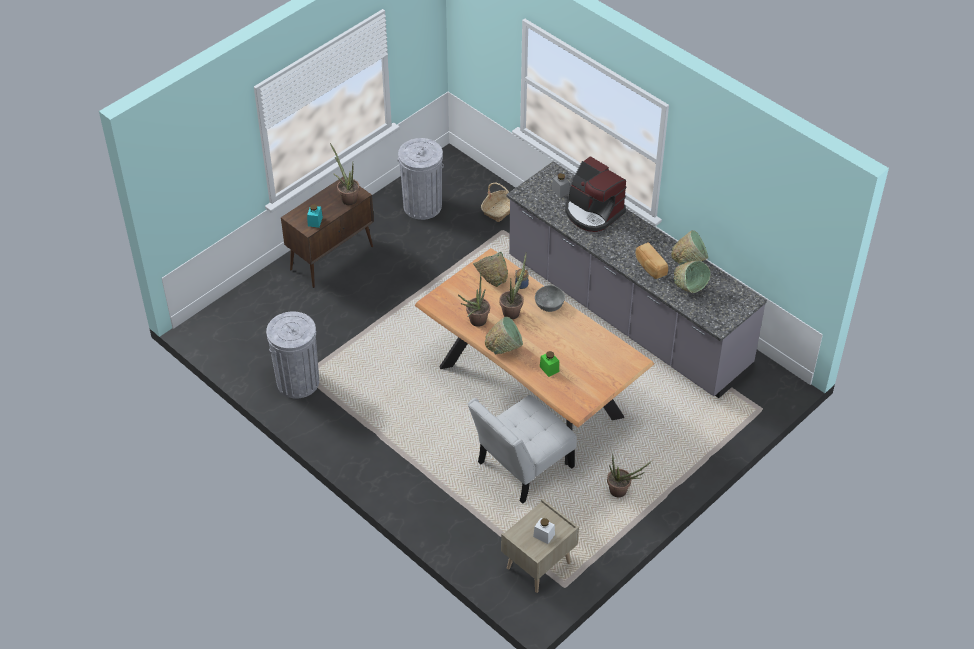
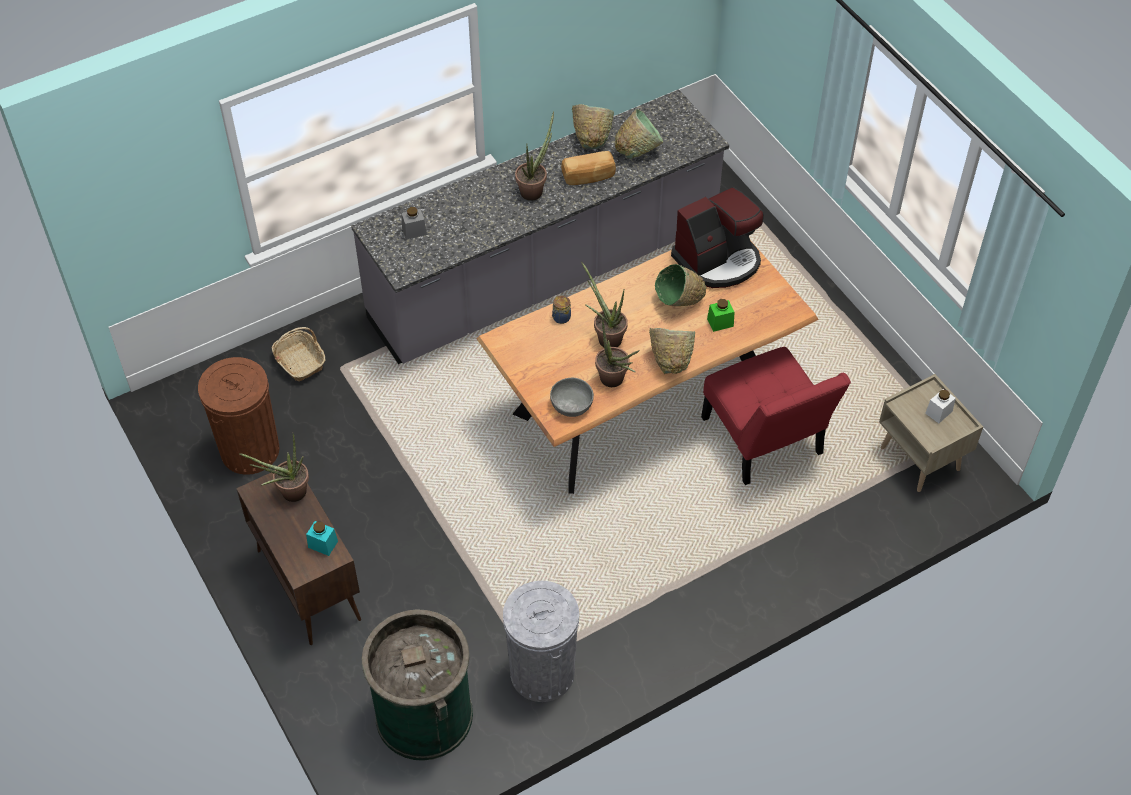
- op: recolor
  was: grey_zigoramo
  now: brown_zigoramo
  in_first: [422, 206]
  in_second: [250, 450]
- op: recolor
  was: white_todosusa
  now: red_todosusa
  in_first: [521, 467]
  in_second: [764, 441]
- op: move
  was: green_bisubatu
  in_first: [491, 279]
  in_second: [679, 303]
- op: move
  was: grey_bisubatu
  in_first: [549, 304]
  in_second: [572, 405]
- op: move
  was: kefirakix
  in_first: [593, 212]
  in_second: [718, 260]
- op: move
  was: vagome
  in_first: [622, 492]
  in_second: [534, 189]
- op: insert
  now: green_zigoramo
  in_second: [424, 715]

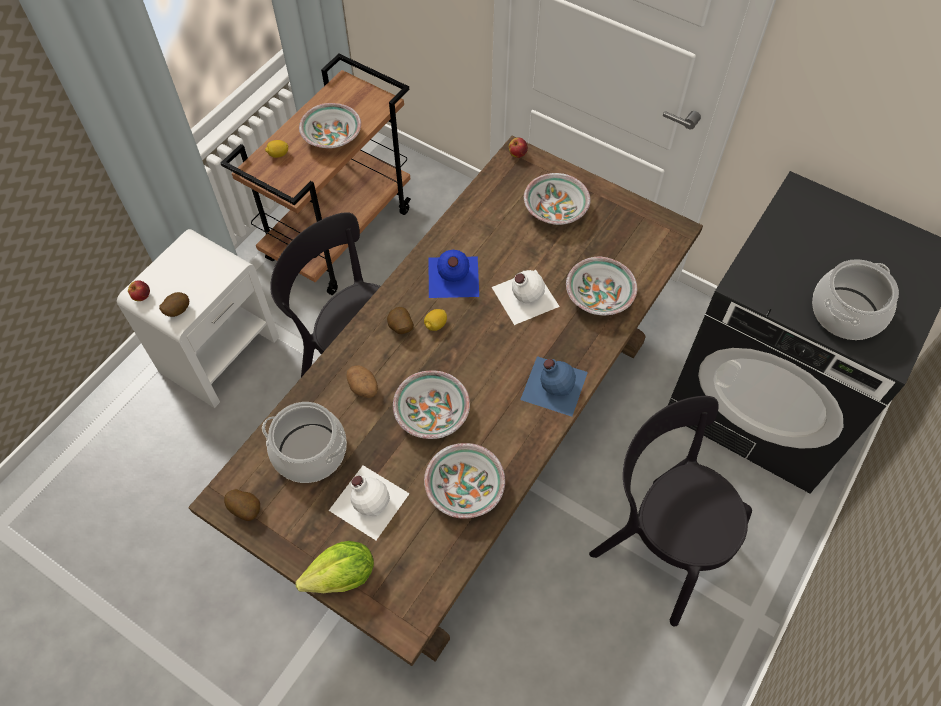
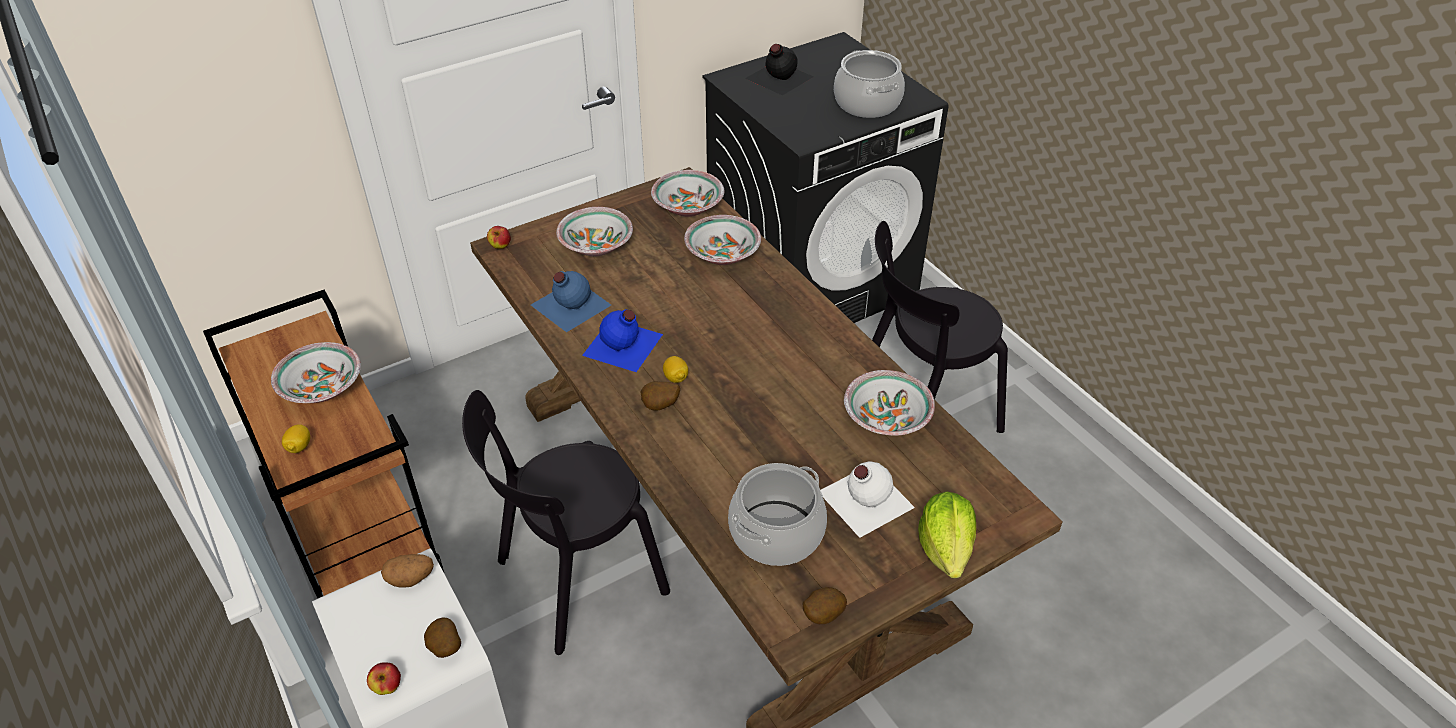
- op: move
  was: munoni
  in_first: [364, 388]
  in_second: [411, 578]
- op: move
  was: bisubatu
  in_first: [431, 413]
  in_second: [687, 207]
- op: delete
  was: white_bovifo
  in_first: [524, 296]
- op: move
  was: blue_bovifo
  in_first: [553, 384]
  in_second: [569, 304]
- op: insert
  now: black_bovifo
  in_second: [778, 77]

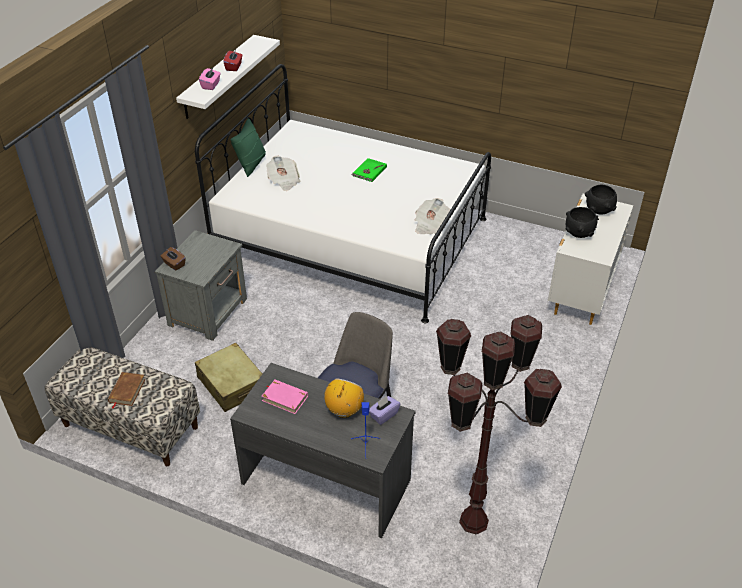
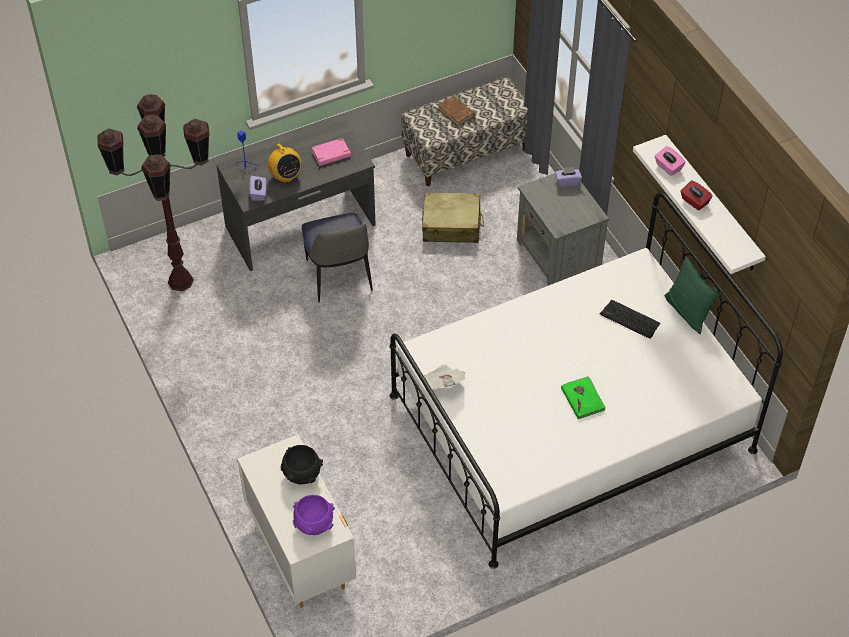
- op: recolor
  was: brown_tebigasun
  now: purple_tebigasun
  in_first: [174, 264]
  in_second: [567, 182]
- op: replace
  was: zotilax
  now: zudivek
  in_first: [284, 181]
  in_second: [630, 319]
- op: recolor
  was: black_bisubatu
  now: purple_bisubatu
  in_first: [598, 210]
  in_second: [314, 524]

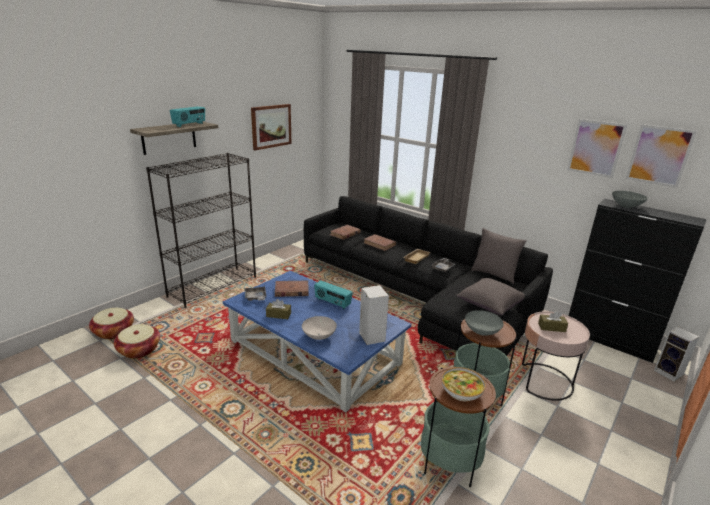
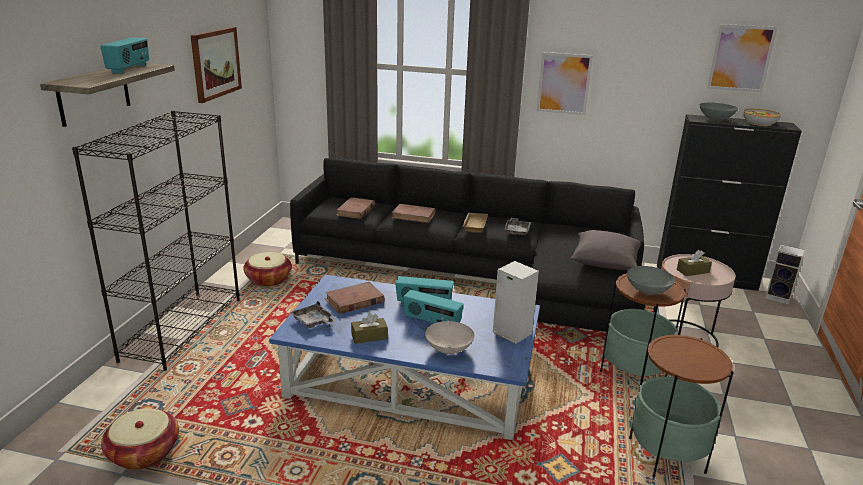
- op: move
  was: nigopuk
  in_first: [114, 332]
  in_second: [268, 280]
- op: move
  was: bisubatu
  in_first: [461, 391]
  in_second: [759, 123]
- op: delete
  was: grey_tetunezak
  in_first: [494, 274]
- op: move
  was: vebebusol
  in_first: [595, 148]
  in_second: [564, 83]
- op: insert
  now: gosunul
  in_second: [432, 322]

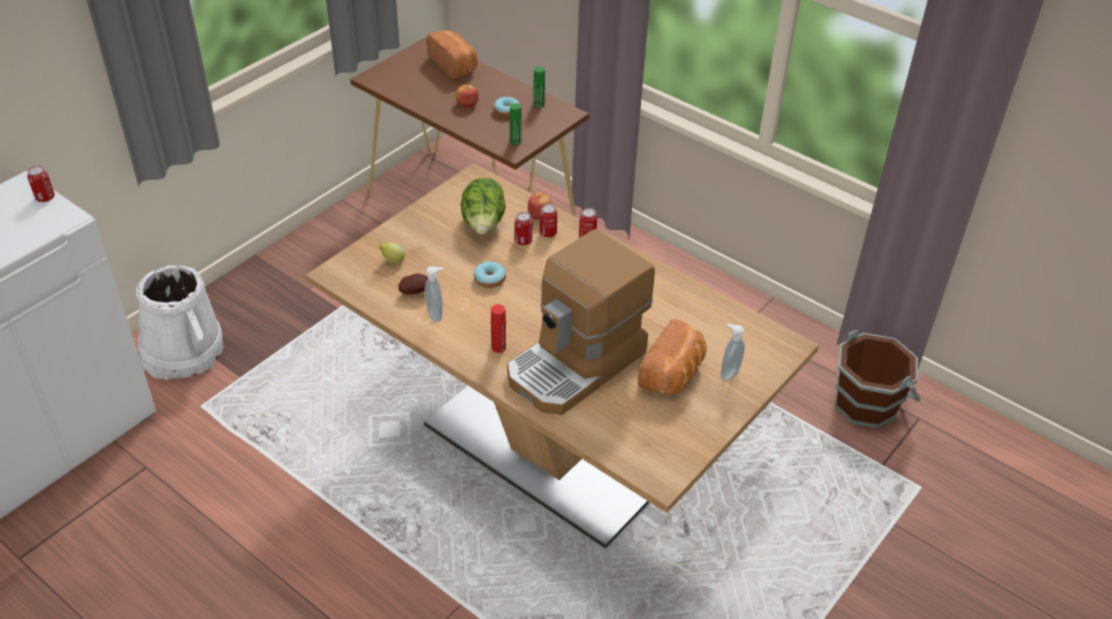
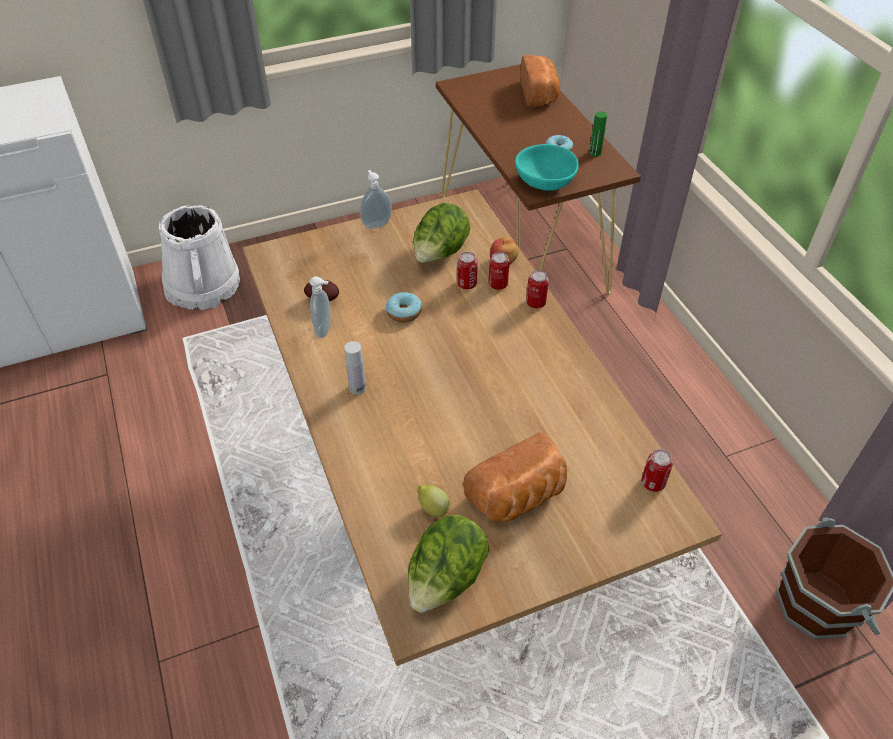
- op: move
  was: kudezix
  in_first: [45, 197]
  in_second: [653, 483]
- op: move
  was: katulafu
  in_first: [393, 261]
  in_second: [433, 508]
- op: delete
  was: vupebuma
  in_first: [467, 104]
- op: recolor
  was: red_bovifo
  now: white_bovifo
  in_first: [498, 347]
  in_second: [357, 388]
- op: delete
  was: kefirakix
  in_first: [577, 365]
- op: replace
  was: green_bovifo
  now: turquoise_bisubatu
  in_first: [515, 141]
  in_second: [545, 182]
- op: move
  was: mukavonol
  in_first: [728, 373]
  in_second: [376, 224]
- op: insert
  now: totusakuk
  in_second: [446, 579]

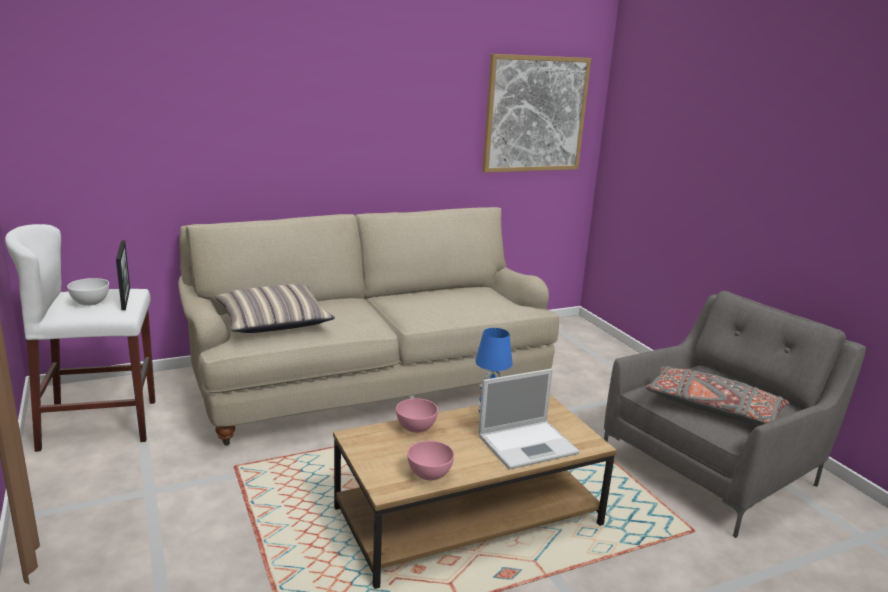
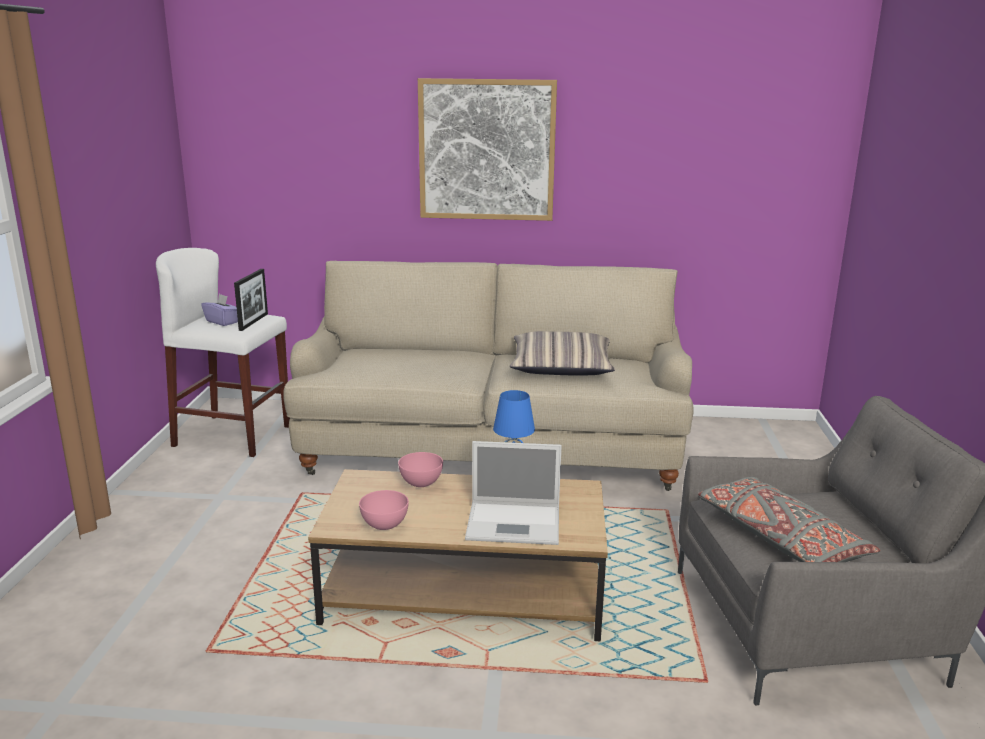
- op: replace
  was: white_bisubatu
  now: purple_tebigasun
  in_first: [90, 303]
  in_second: [222, 322]
- op: move
  was: tetunezak
  in_first: [274, 321]
  in_second: [561, 367]
- op: move
  was: vebebusol
  in_first: [535, 114]
  in_second: [487, 150]

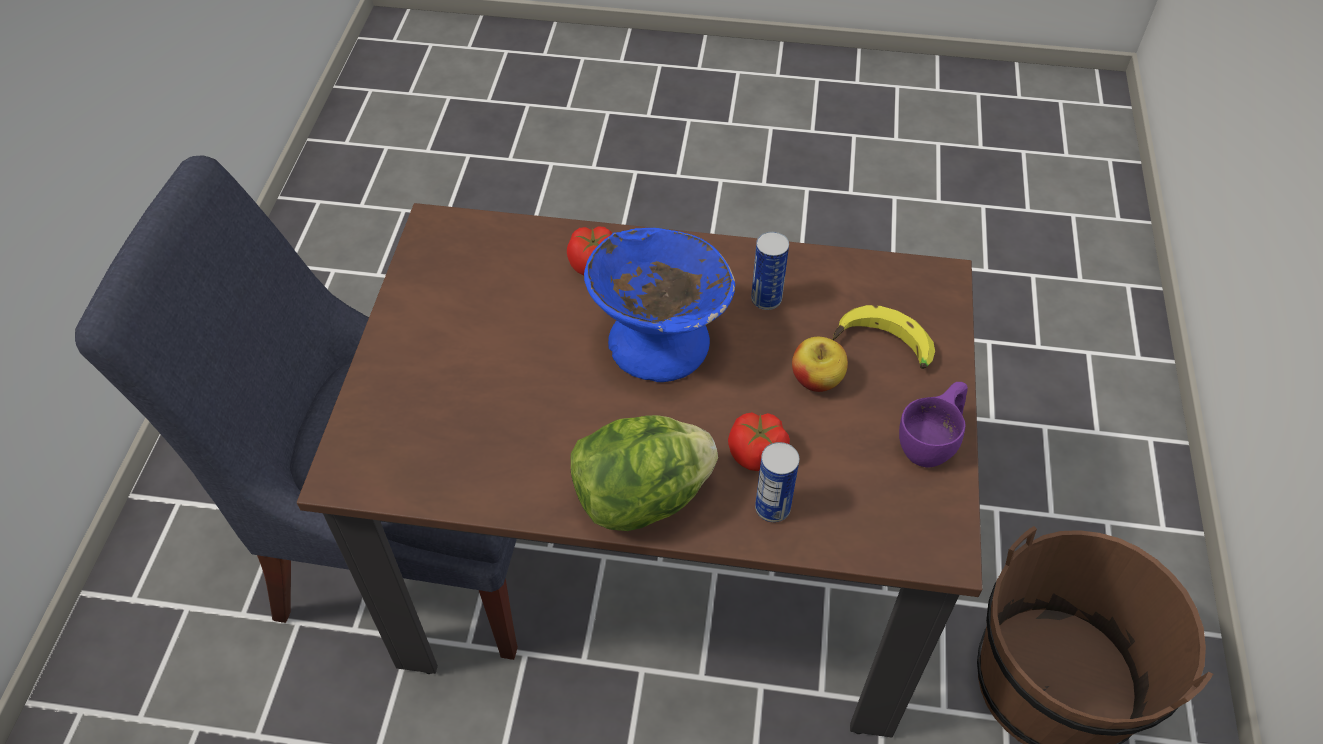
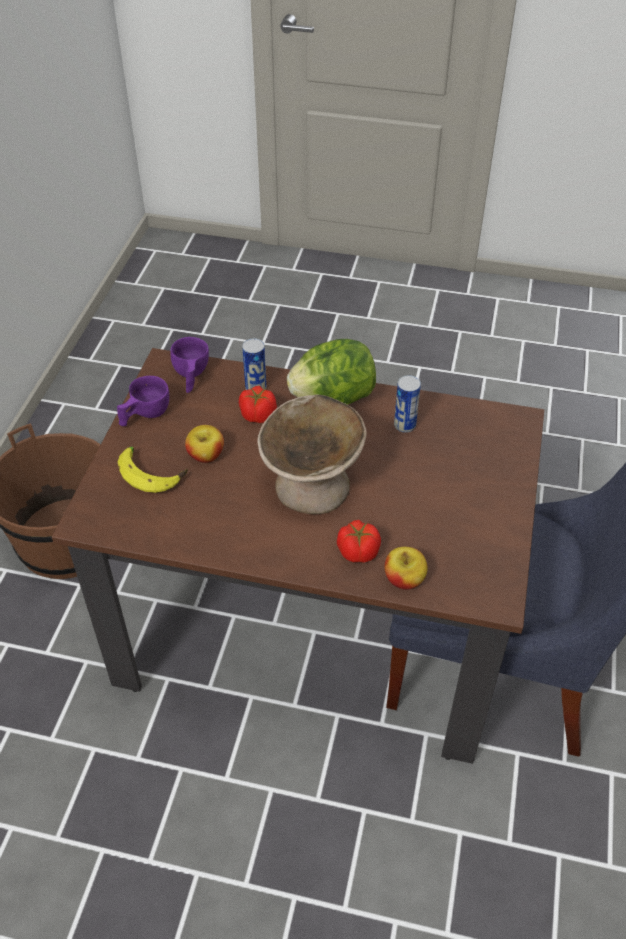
- op: recolor
  was: blue_bisubatu
  now: beige_bisubatu
  in_first: [658, 343]
  in_second: [312, 486]
- op: move
  was: kudezix
  in_first: [766, 299]
  in_second: [404, 425]
- op: insert
  now: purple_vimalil
  in_second: [190, 377]
- op: insert
  now: vupebuma
  in_second: [404, 579]

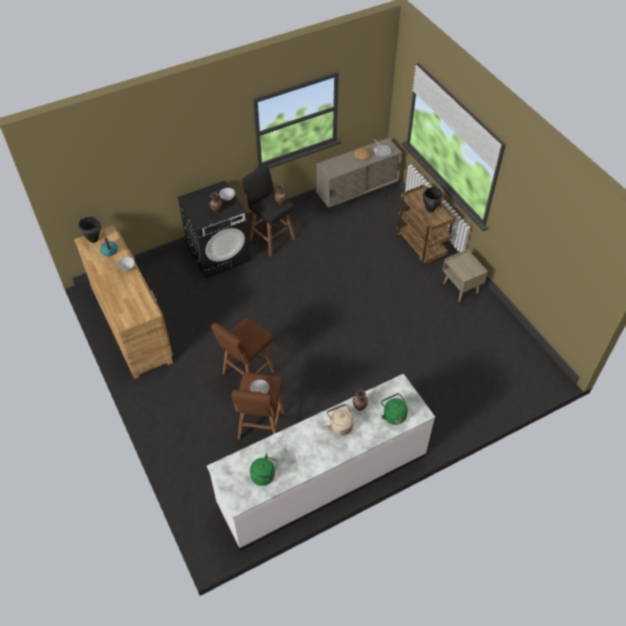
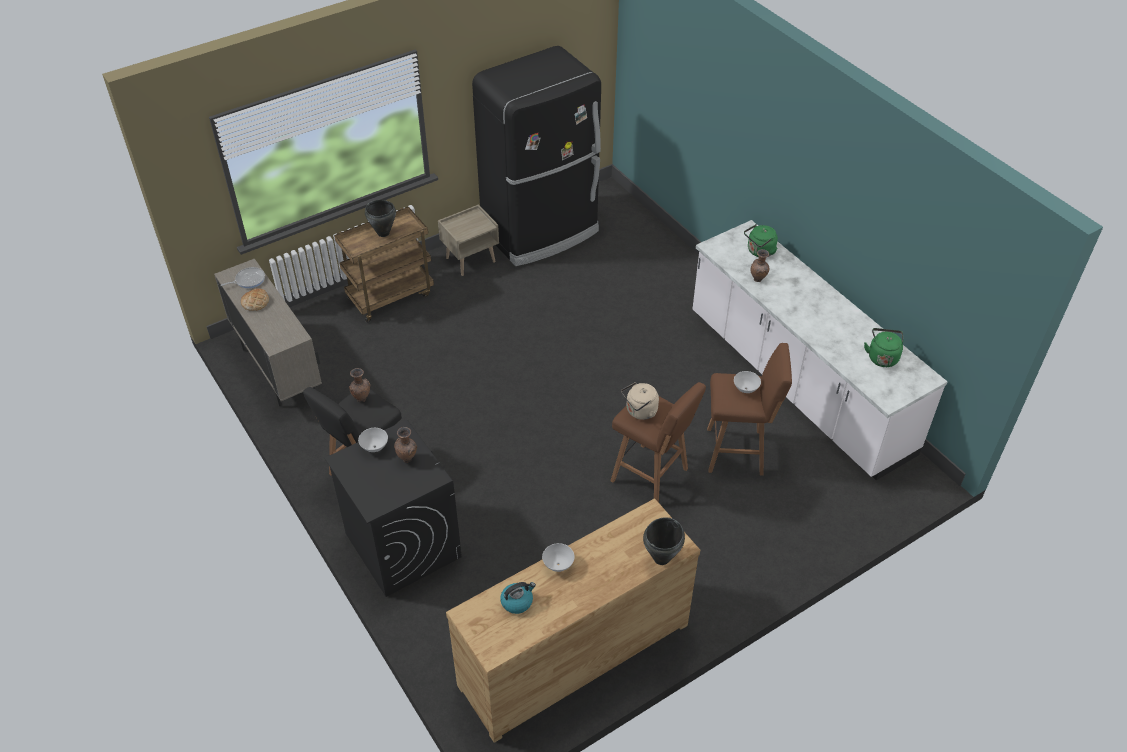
- op: move
  was: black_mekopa
  in_first: [93, 240]
  in_second: [662, 558]
- op: move
  was: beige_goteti
  in_first: [340, 426]
  in_second: [640, 411]
- op: insert
  now: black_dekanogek
  in_second: [541, 232]

